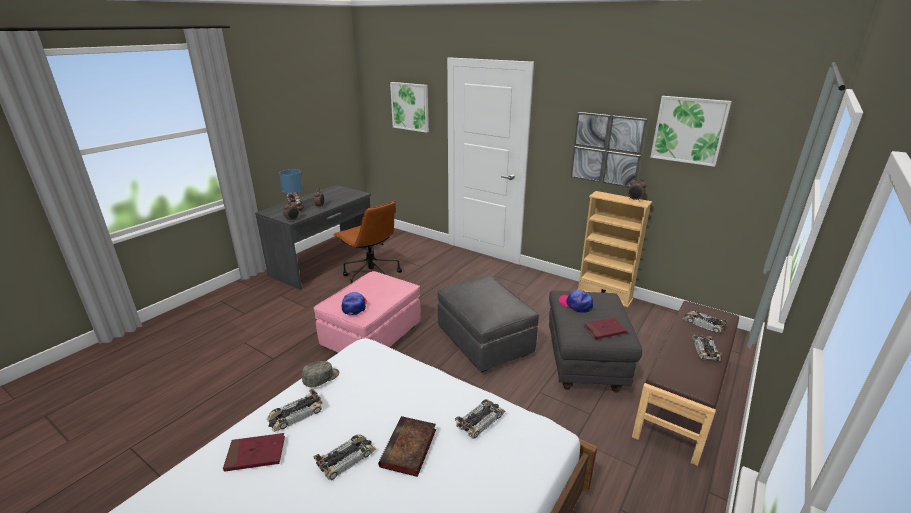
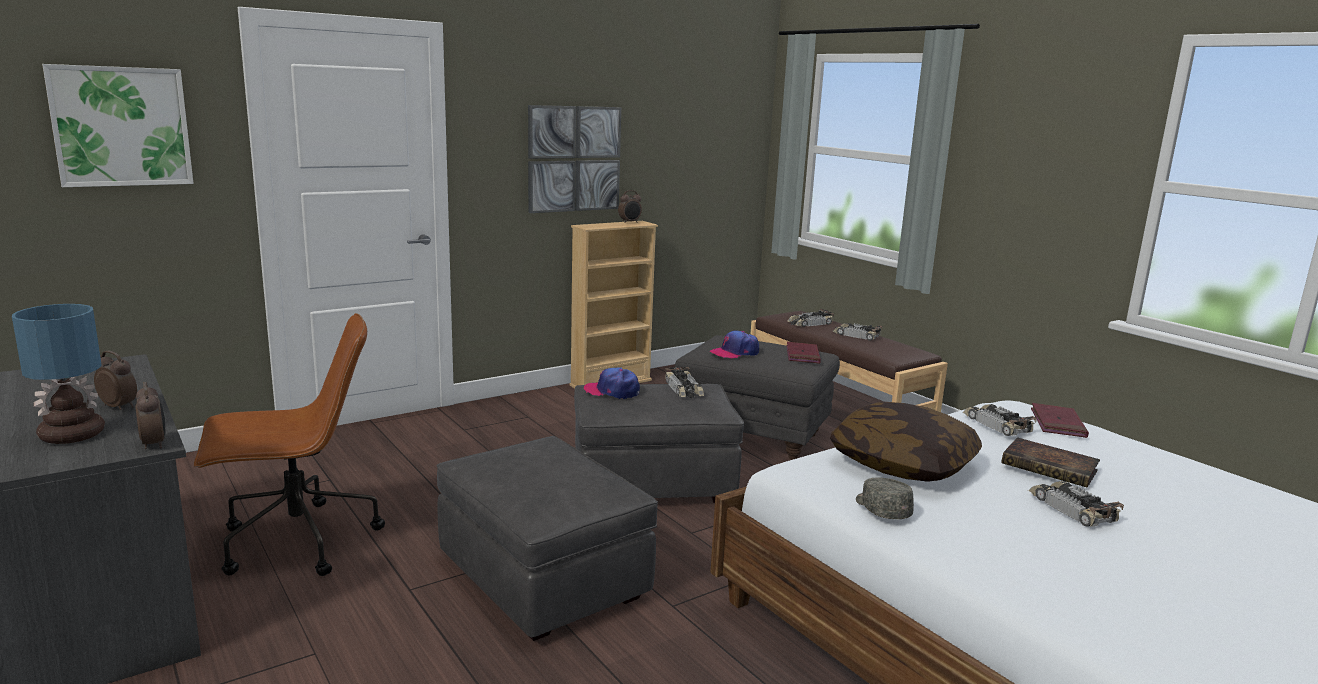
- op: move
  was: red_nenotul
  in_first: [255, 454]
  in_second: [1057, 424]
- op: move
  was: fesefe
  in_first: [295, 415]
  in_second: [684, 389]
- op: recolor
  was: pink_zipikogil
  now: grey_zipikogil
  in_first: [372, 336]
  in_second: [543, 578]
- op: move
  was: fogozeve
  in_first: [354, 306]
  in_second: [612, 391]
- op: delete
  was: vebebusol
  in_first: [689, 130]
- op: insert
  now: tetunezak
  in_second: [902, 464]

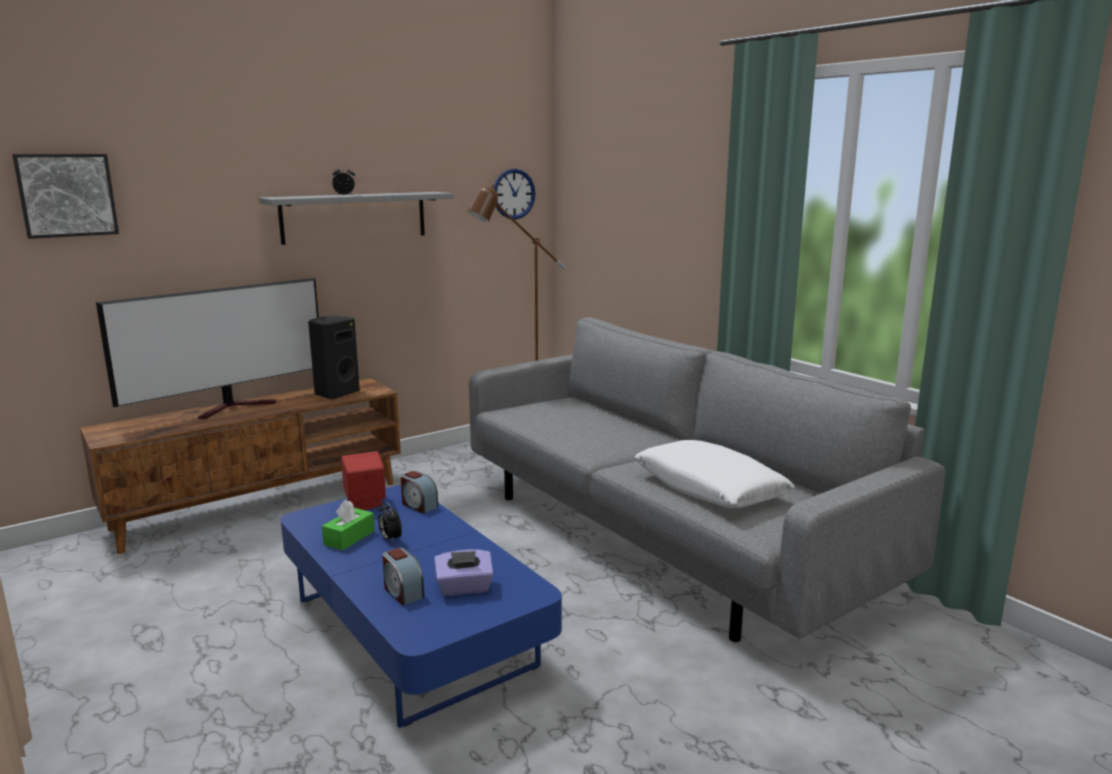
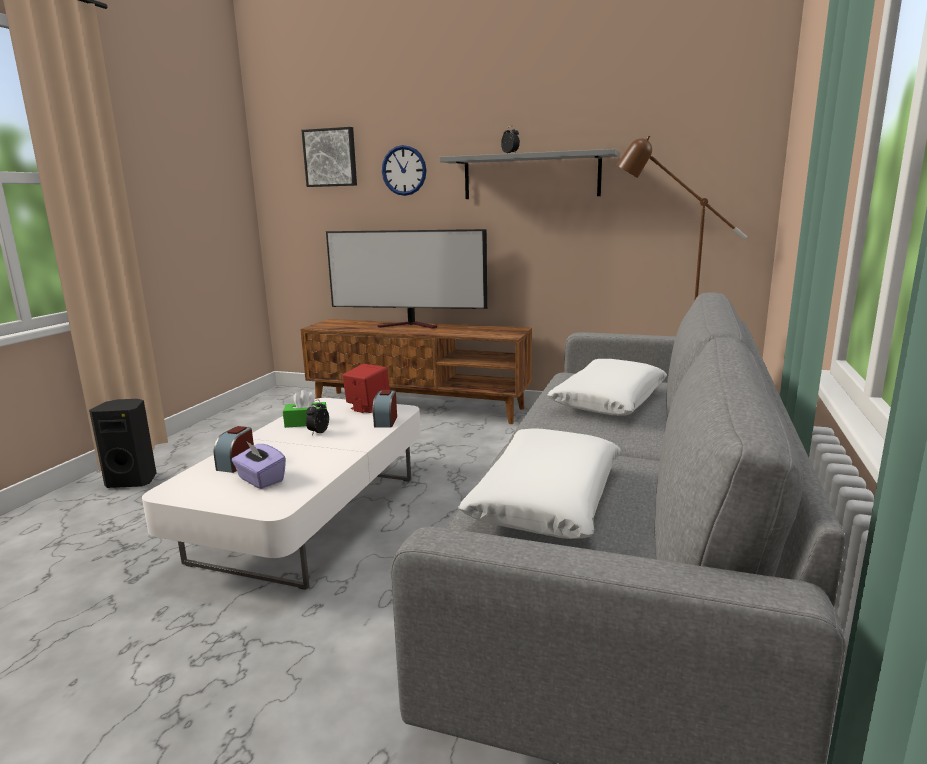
- op: recolor
  was: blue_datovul
  now: white_datovul
  in_first: [412, 632]
  in_second: [310, 517]
- op: move
  was: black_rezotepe
  in_first: [336, 393]
  in_second: [133, 480]
- op: move
  was: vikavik
  in_first: [514, 194]
  in_second: [404, 170]
- op: insert
  now: white_tetunezak
  in_second: [609, 400]

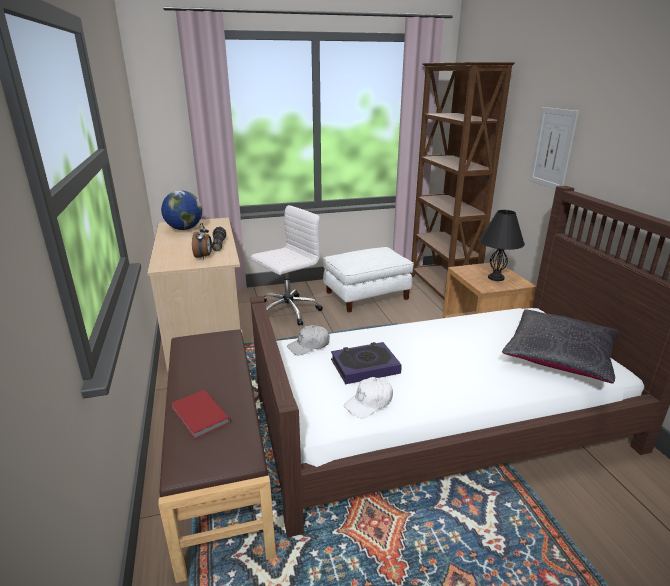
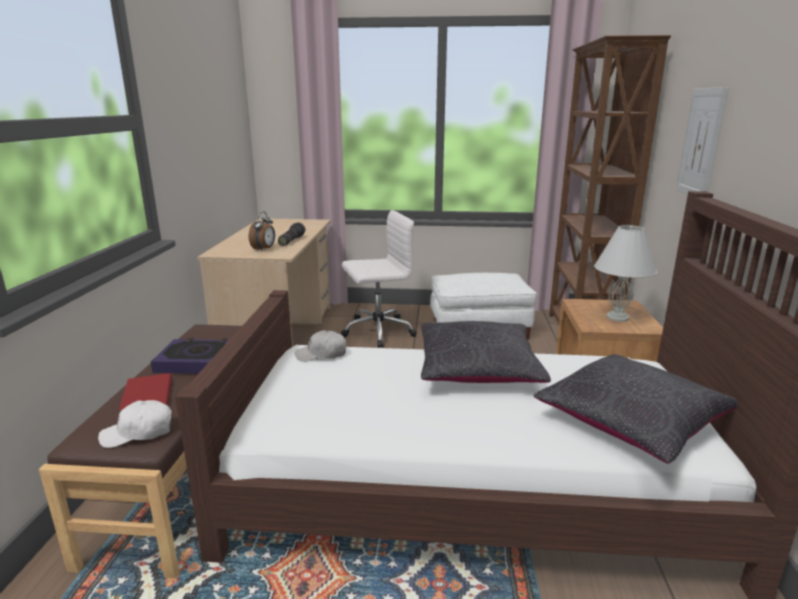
- op: delete
  was: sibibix
  in_first: [184, 229]
- op: move
  was: nenotul
  in_first: [365, 366]
  in_second: [197, 361]
- op: move
  was: white_fogozeve
  in_first: [369, 403]
  in_second: [138, 433]
- op: recolor
  was: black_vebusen
  now: white_vebusen
  in_first: [495, 277]
  in_second: [617, 317]
- op: insert
  now: black_tetunezak
  in_second: [477, 369]

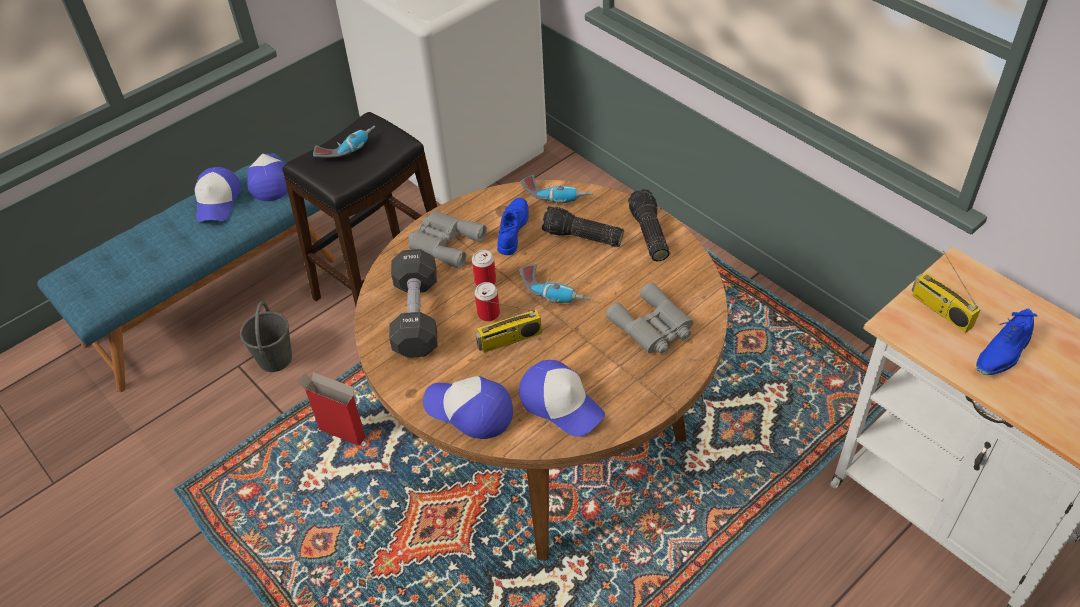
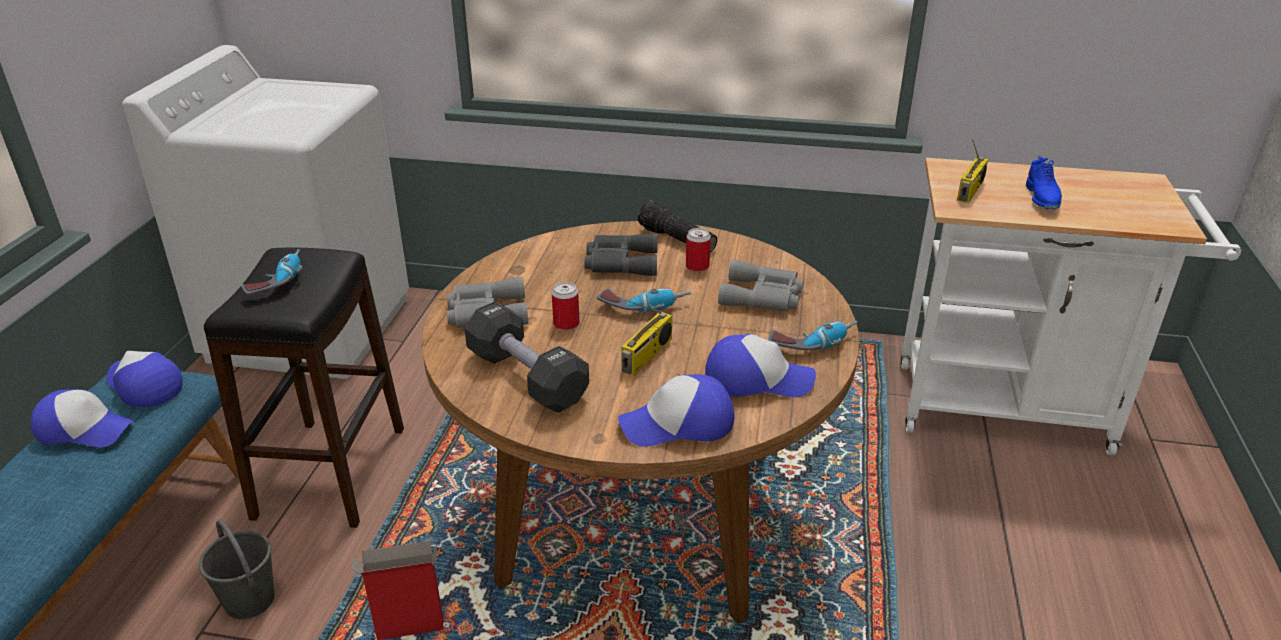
- op: rotate
  was: fogozeve
  in_first: [218, 201]
  in_second: [85, 429]
  clockwise: -45
- op: move
  was: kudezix
  in_first: [488, 314]
  in_second: [697, 267]
- op: delete
  was: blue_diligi
  in_first: [513, 230]
- op: move
  was: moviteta
  in_first: [556, 195]
  in_second: [812, 343]
- op: replace
  was: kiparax
  now: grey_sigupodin
  in_first: [581, 237]
  in_second: [620, 262]
- op: rotate
  was: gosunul
  in_first: [940, 310]
  in_second: [970, 191]
  clockwise: -75

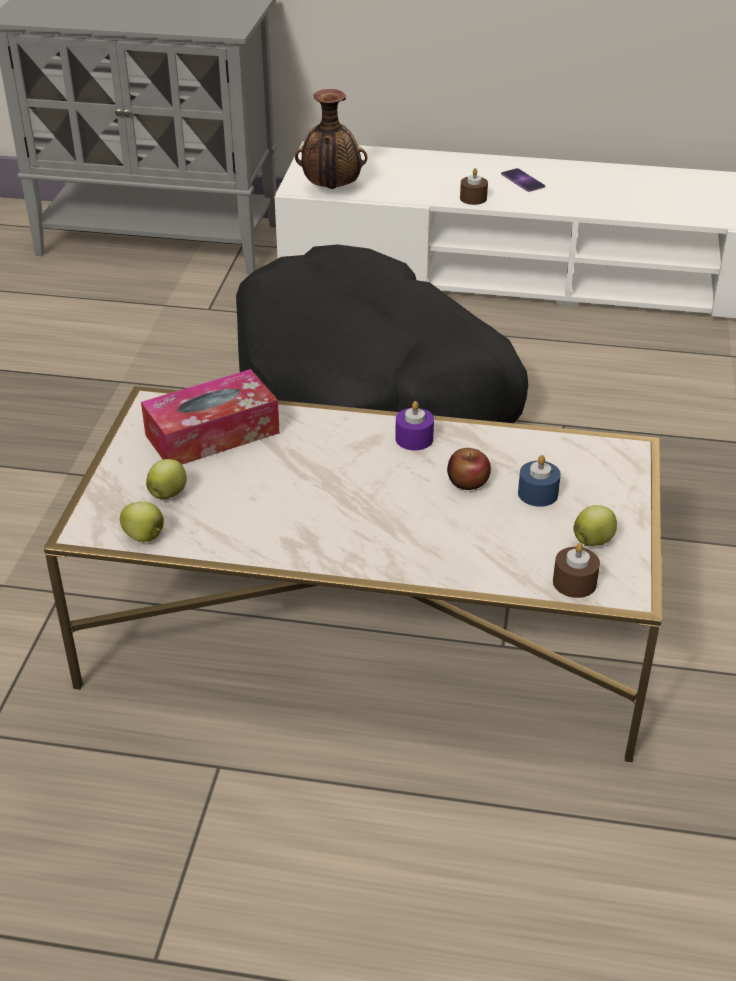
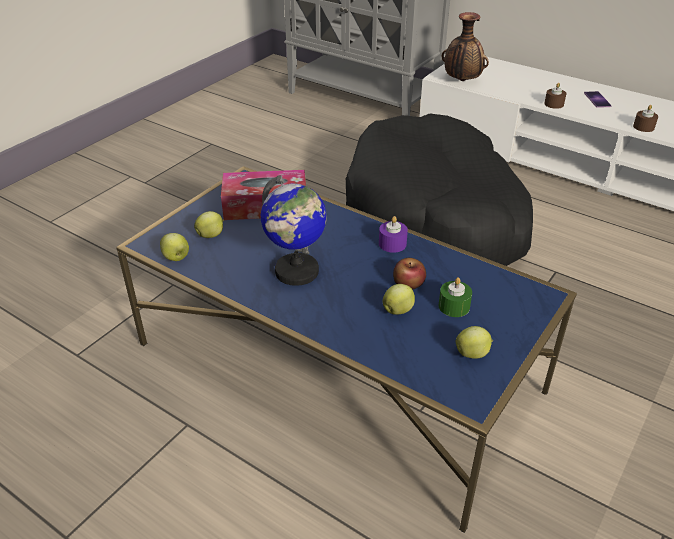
- op: recolor
  was: white_datovul
  now: blue_datovul
  in_first: [368, 628]
  in_second: [337, 367]
- op: recolor
  was: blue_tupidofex
  now: green_tupidofex
  in_first: [538, 493]
  in_second: [454, 306]
- op: move
  was: brown_tupidofex
  in_first: [574, 582]
  in_second: [643, 127]
- op: insert
  now: sibibix
  in_second: [296, 272]
- op: insert
  now: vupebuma
  in_second: [398, 310]

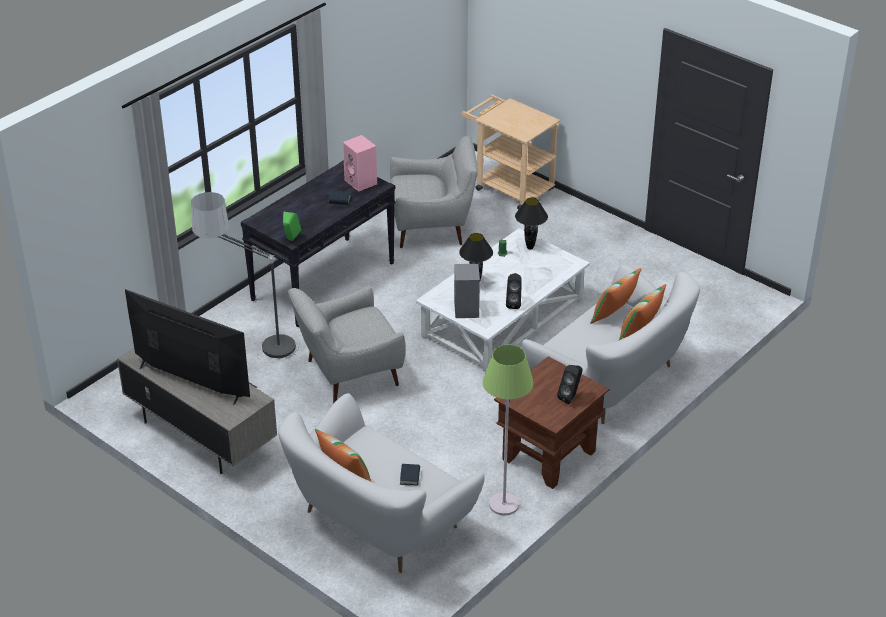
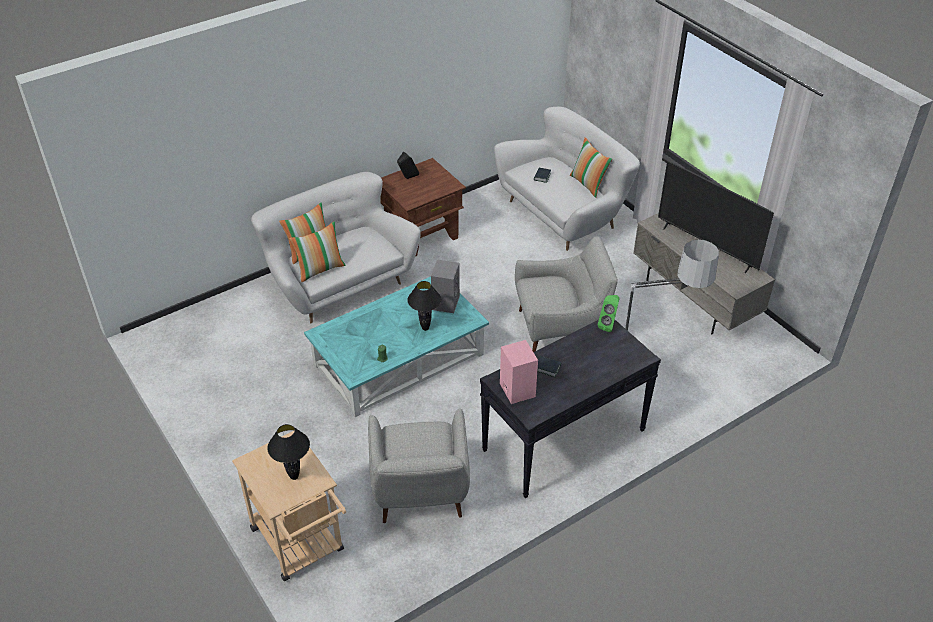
- op: rotate
  was: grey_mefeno
  in_first: [433, 227]
  in_second: [420, 494]
  clockwise: -105
- op: recolor
  was: white_datovul
  now: turquoise_datovul
  in_first: [503, 319]
  in_second: [399, 358]
- op: delete
  was: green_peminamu
  in_first: [503, 504]
- op: delete
  was: black_rezotepe
  in_first: [513, 303]
- op: move
  was: black_vebusen
  in_first: [530, 247]
  in_second: [294, 477]

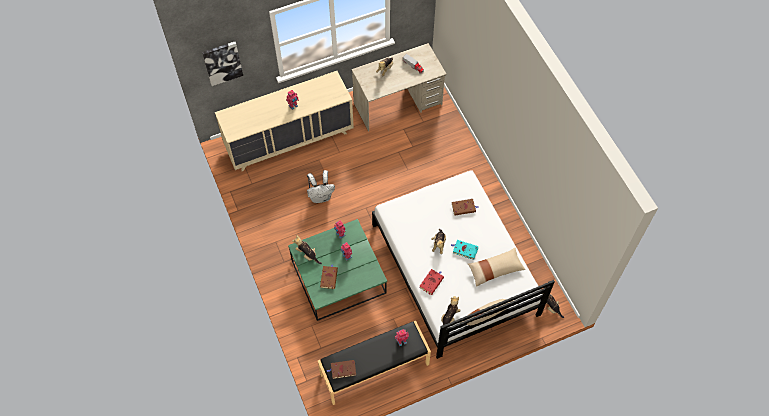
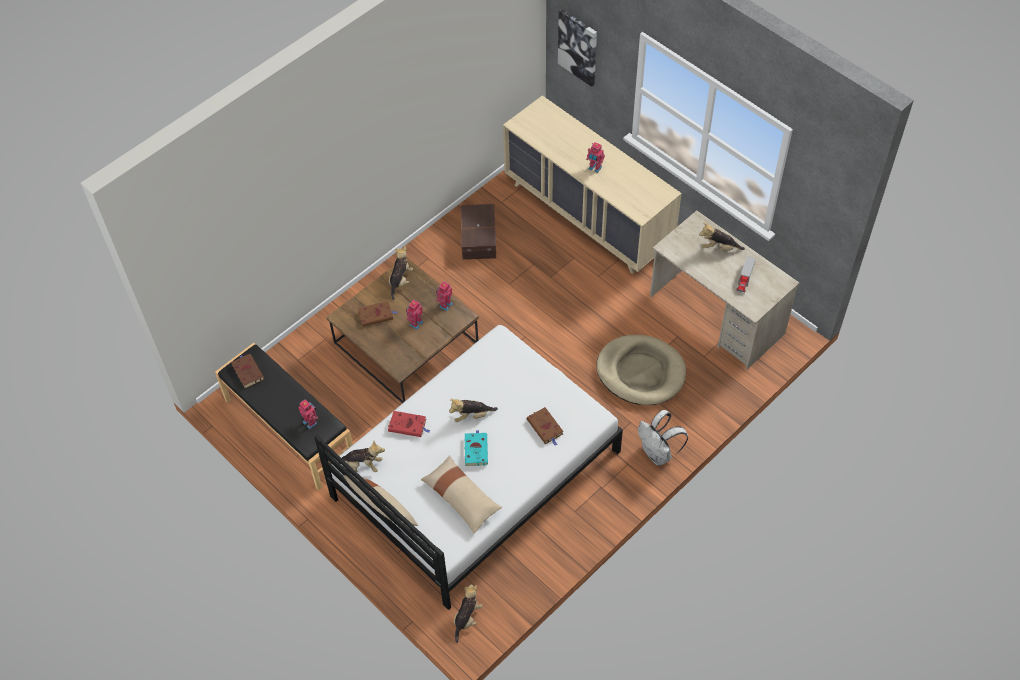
- op: recolor
  was: green_datovul
  now: brown_datovul
  in_first: [339, 277]
  in_second: [406, 344]
- op: move
  was: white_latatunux
  in_first: [321, 197]
  in_second: [658, 453]
- op: insert
  now: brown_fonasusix
  in_second: [479, 237]
- op: insert
  now: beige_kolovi
  in_second: [640, 372]

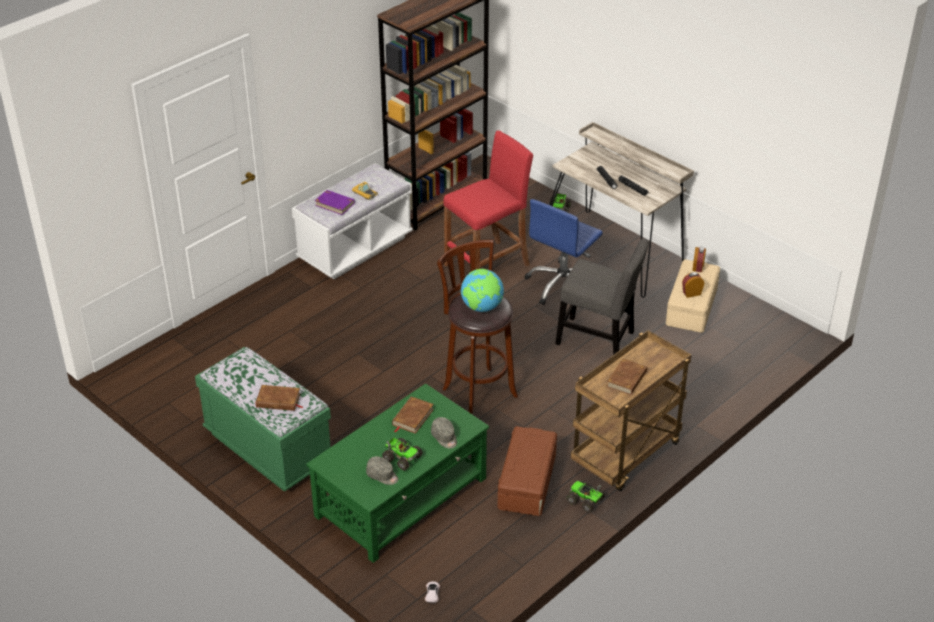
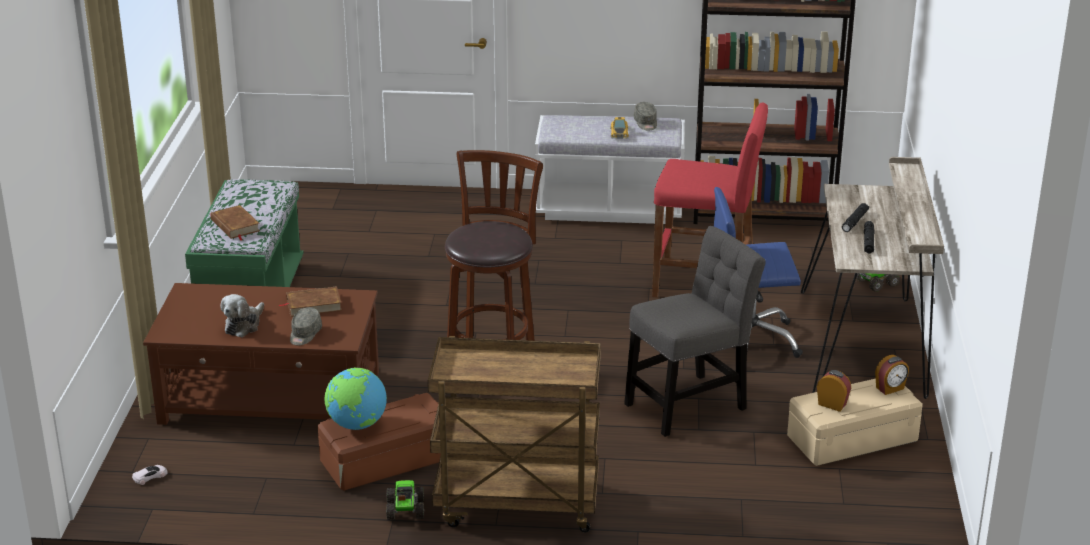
- op: recolor
  was: green_datovul
  now: brown_datovul
  in_first: [402, 497]
  in_second: [271, 397]
- op: delete
  was: purple_nenotul
  in_first: [334, 204]
- op: move
  was: grey_fogozeve
  in_first: [382, 476]
  in_second: [646, 123]
- op: replace
  was: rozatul
  now: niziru
  in_first: [402, 458]
  in_second: [244, 325]
- op: move
  was: sibibix
  in_first: [482, 307]
  in_second: [357, 425]
- op: rotate
  was: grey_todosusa
  in_first: [599, 340]
  in_second: [690, 403]
  clockwise: -105
- op: delete
  was: brown_nenotul
  in_first: [627, 379]

